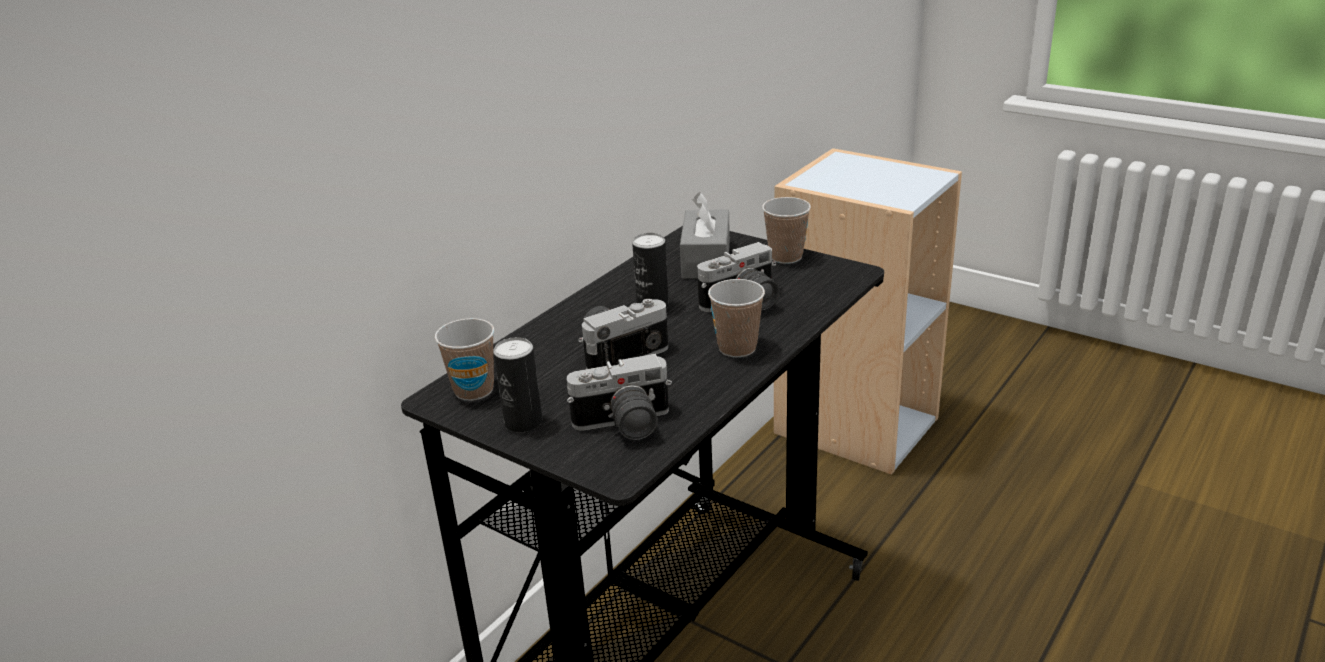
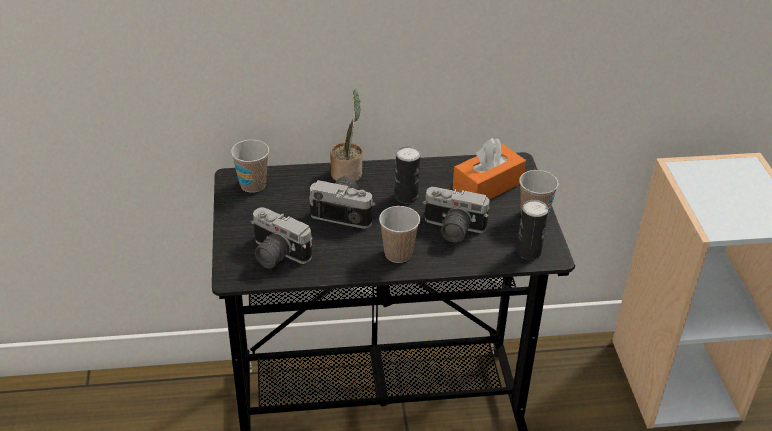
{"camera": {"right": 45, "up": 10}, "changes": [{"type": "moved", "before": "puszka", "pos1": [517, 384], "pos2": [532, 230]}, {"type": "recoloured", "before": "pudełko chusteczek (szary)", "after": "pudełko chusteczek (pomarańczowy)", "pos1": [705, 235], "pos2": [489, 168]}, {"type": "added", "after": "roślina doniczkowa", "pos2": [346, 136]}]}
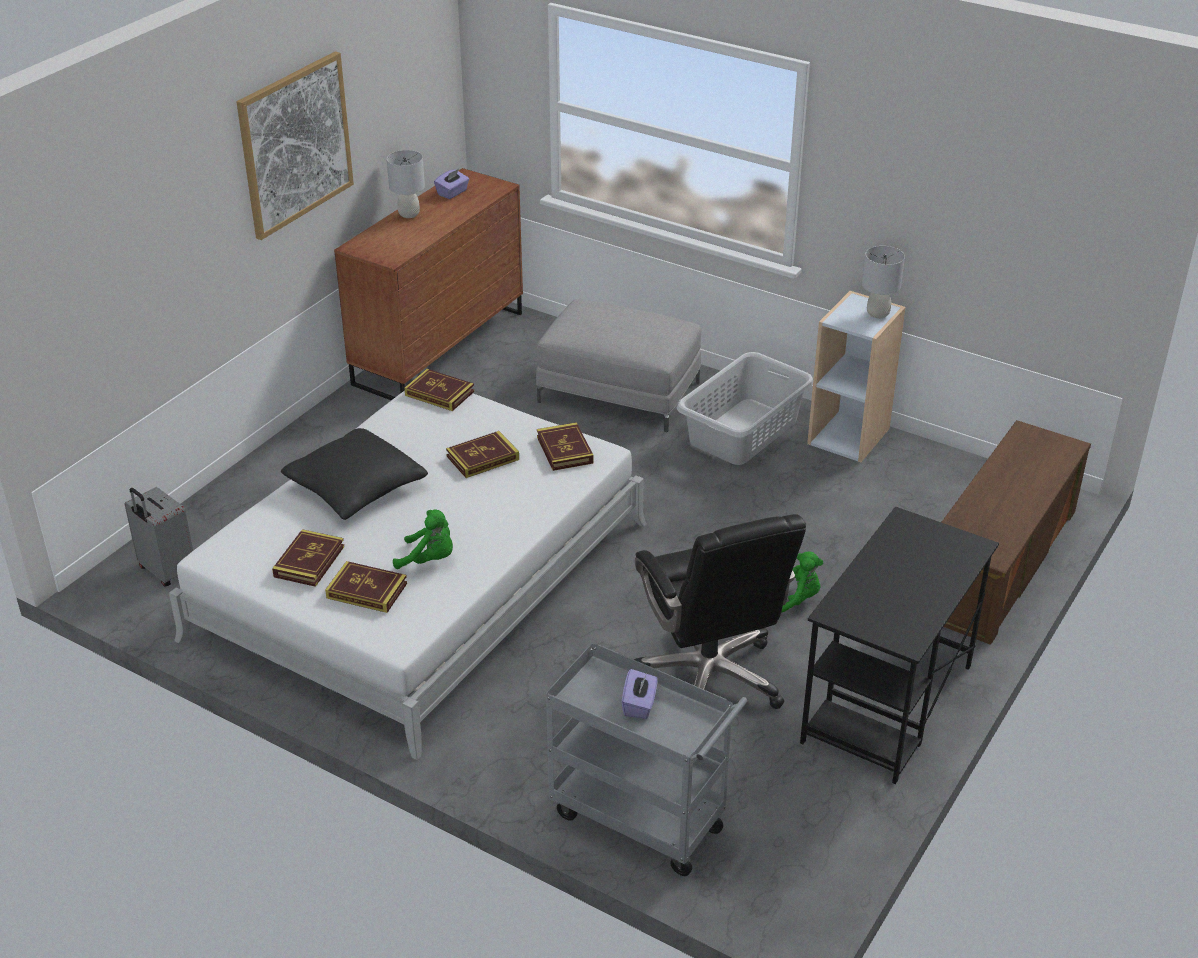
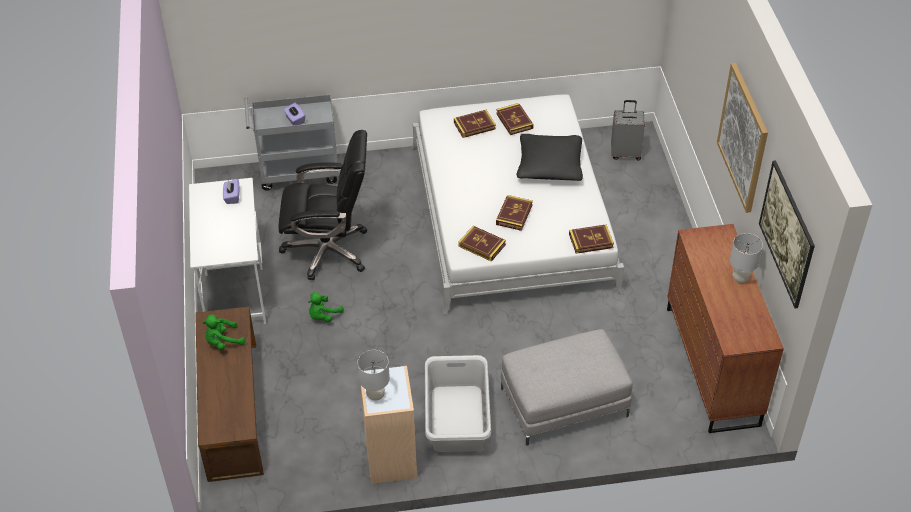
{"camera": {"right": 140, "up": 10}, "changes": [{"type": "moved", "before": "pluszak (zielony)", "pos1": [423, 539], "pos2": [223, 332]}, {"type": "moved", "before": "pudełko chusteczek (fioletowy)", "pos1": [451, 184], "pos2": [231, 191]}, {"type": "turned", "before": "krzesło biurowe (czarny)", "pos1": [720, 611], "pos2": [323, 205], "turn": 150}, {"type": "recoloured", "before": "biurko (czarny)", "after": "biurko (biały)", "pos1": [899, 645], "pos2": [227, 251]}, {"type": "added", "after": "obraz", "pos2": [787, 234]}]}
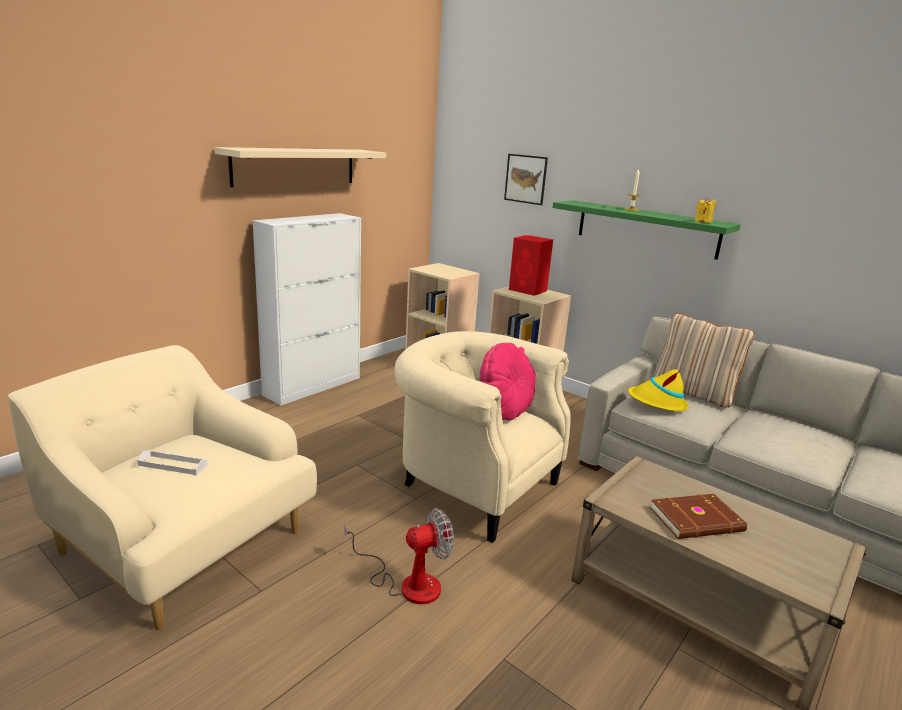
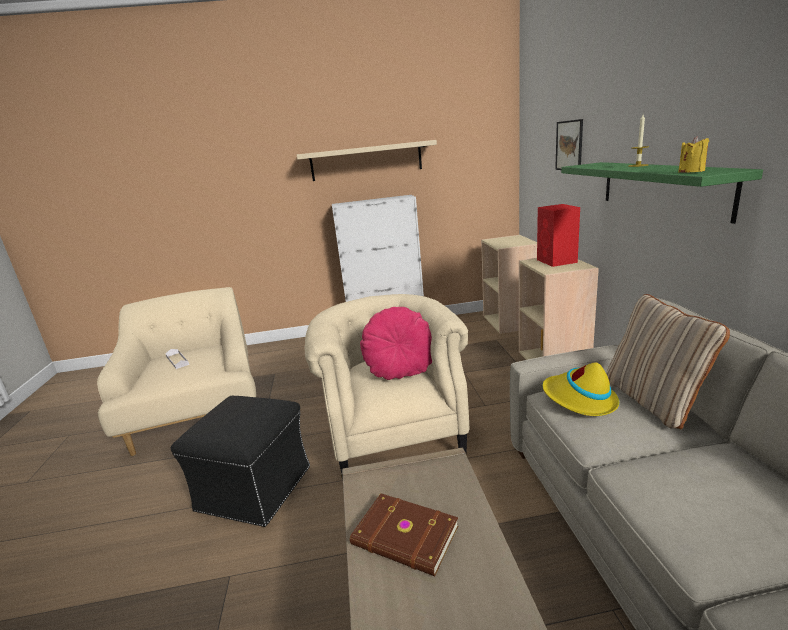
{"camera": {"right": 45, "up": 0}, "changes": [{"type": "replaced", "before": "wentylator", "after": "pufa (czarny)", "pos1": [399, 556], "pos2": [240, 461]}]}
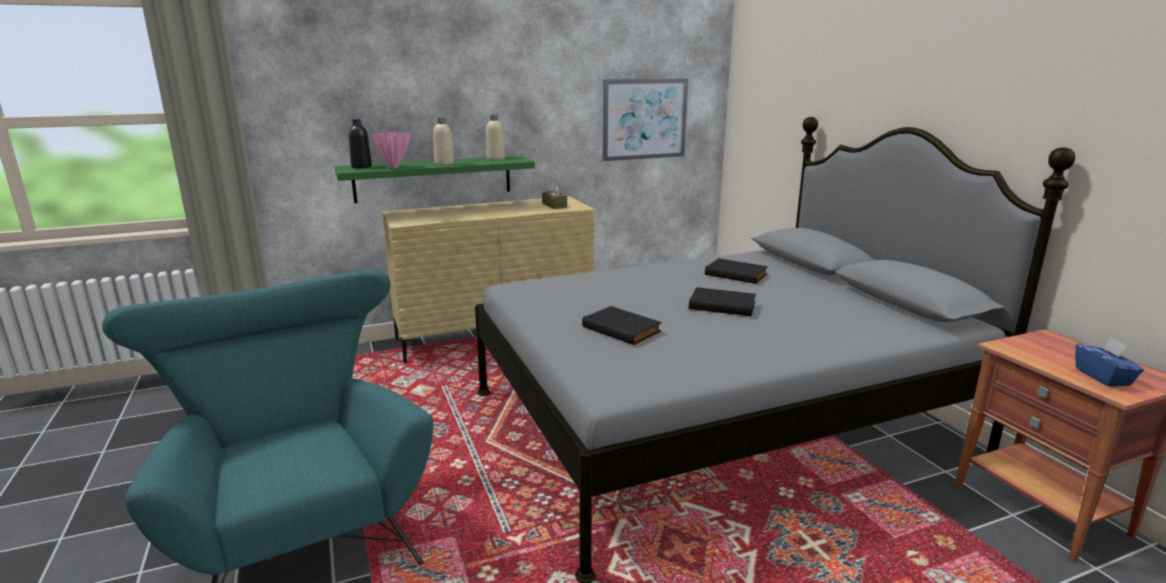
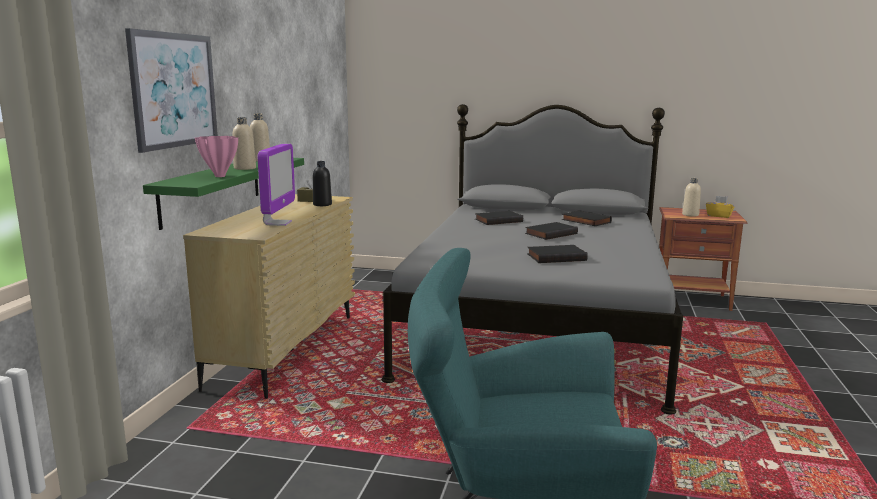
{"camera": {"right": -55, "up": -5}, "changes": [{"type": "moved", "before": "butelka (czarny)", "pos1": [360, 143], "pos2": [322, 183]}, {"type": "moved", "before": "obraz", "pos1": [645, 119], "pos2": [171, 90]}, {"type": "recoloured", "before": "pudełko chusteczek (niebieski)", "after": "pudełko chusteczek (żółty)", "pos1": [1109, 362], "pos2": [720, 207]}, {"type": "added", "after": "monitor", "pos2": [276, 185]}, {"type": "added", "after": "książka (czarny)", "pos2": [587, 218]}, {"type": "added", "after": "butelka (beżowy)", "pos2": [691, 197]}]}
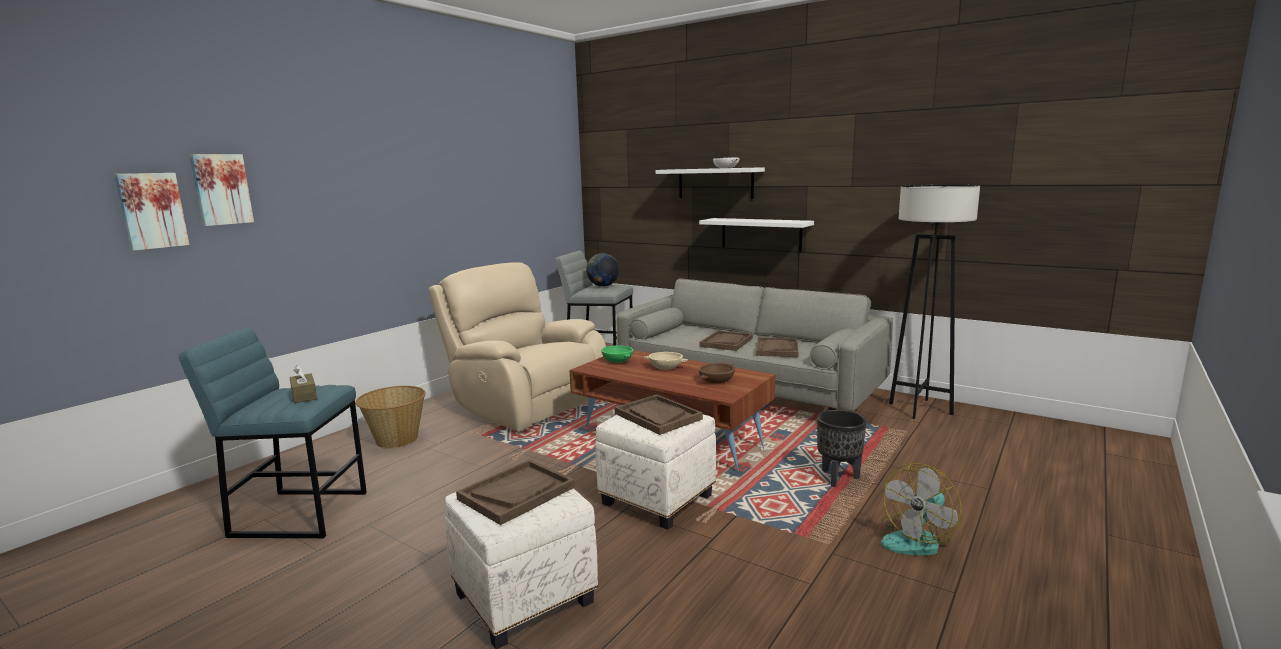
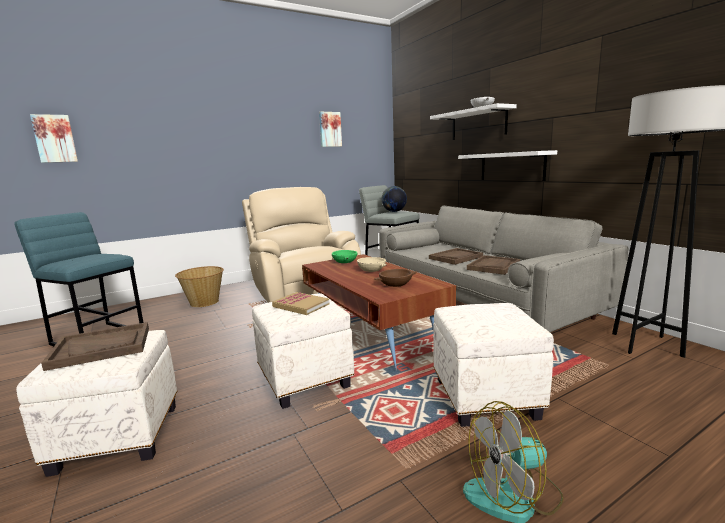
{"camera": {"right": 25, "up": 0}, "changes": [{"type": "moved", "before": "obraz", "pos1": [222, 190], "pos2": [330, 129]}, {"type": "removed", "before": "pudełko chusteczek (brązowy)", "pos1": [303, 384]}, {"type": "replaced", "before": "taca (brązowy)", "after": "książka", "pos1": [659, 414], "pos2": [300, 303]}, {"type": "replaced", "before": "donica (czarny)", "after": "pufa (biały)", "pos1": [842, 448], "pos2": [493, 365]}]}
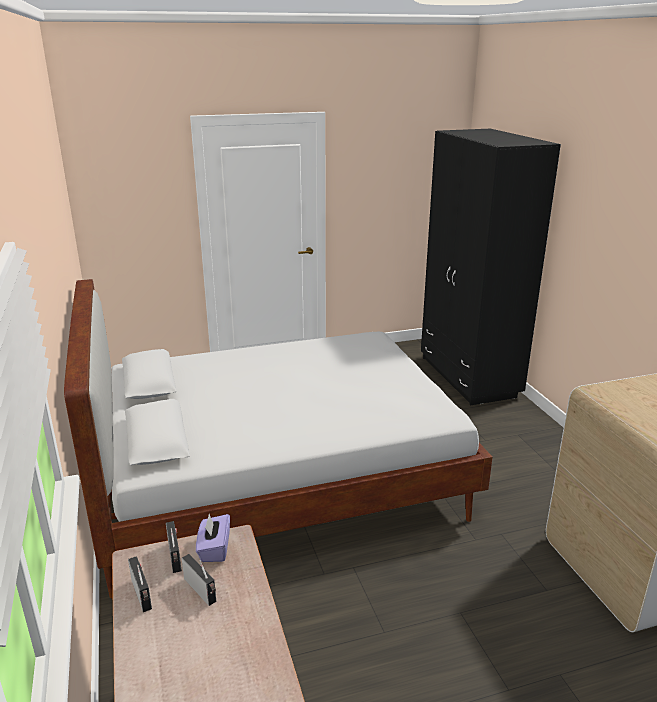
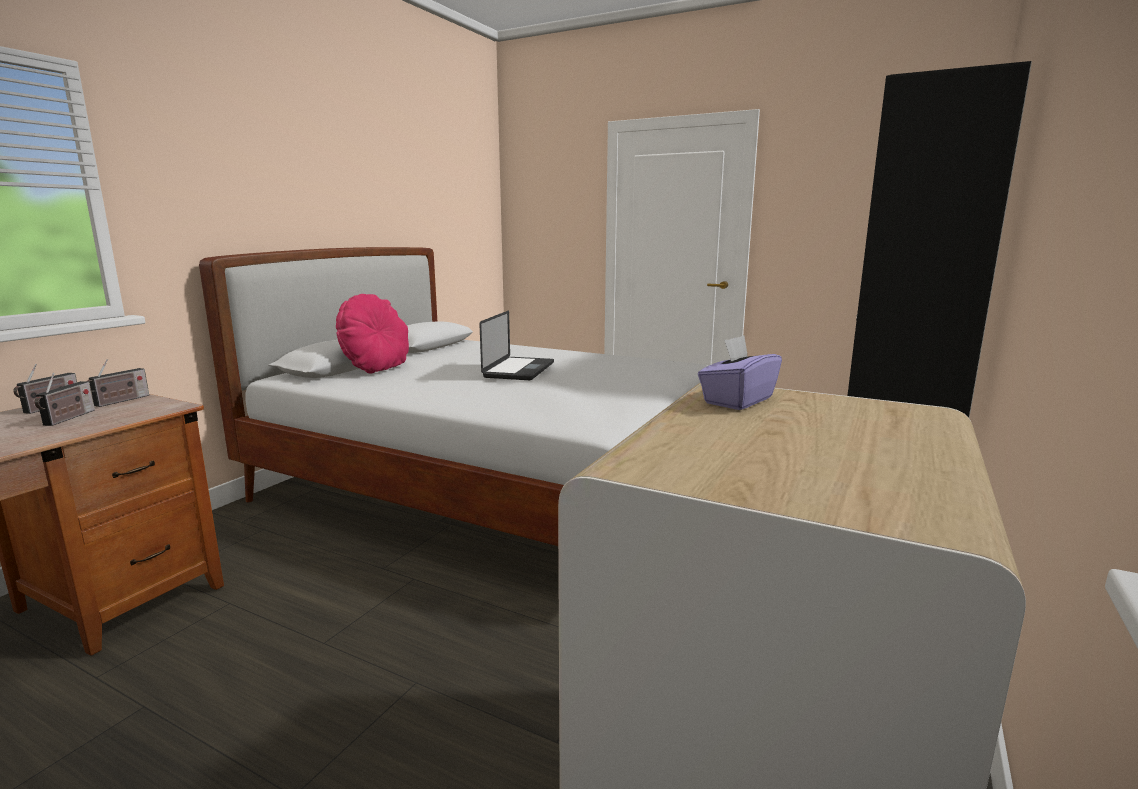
{"camera": {"right": 45, "up": -10}, "changes": [{"type": "moved", "before": "pudełko chusteczek (fioletowy)", "pos1": [213, 538], "pos2": [740, 372]}, {"type": "added", "after": "poduszka (różowy)", "pos2": [372, 334]}, {"type": "added", "after": "laptop", "pos2": [516, 345]}]}
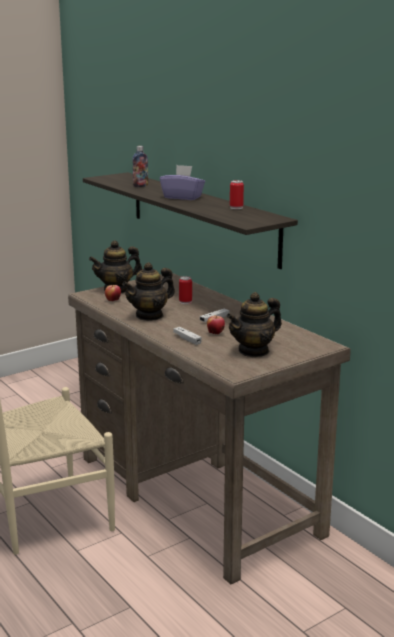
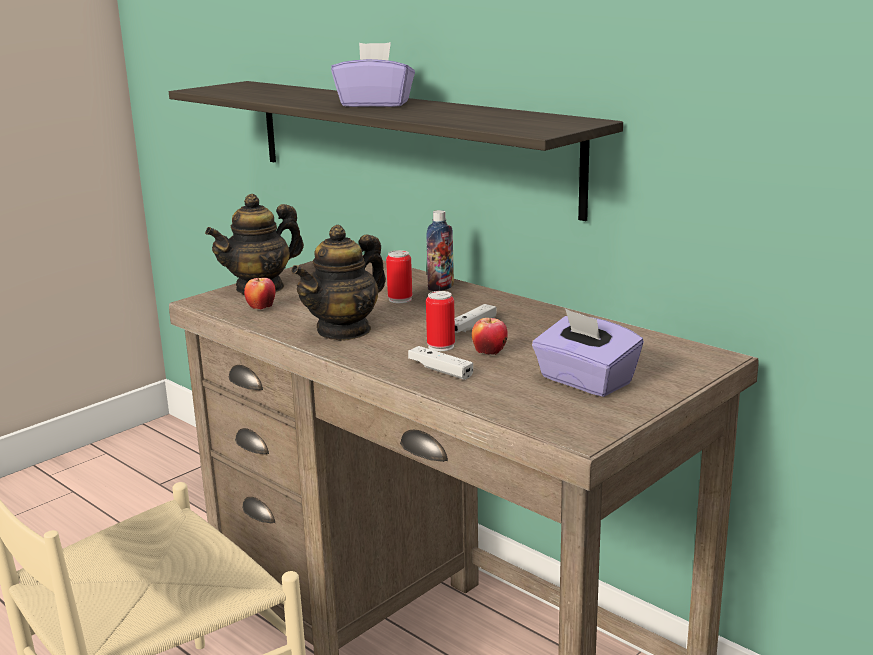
{"camera": {"right": -10, "up": 0}, "changes": [{"type": "moved", "before": "butelka", "pos1": [140, 166], "pos2": [440, 250]}, {"type": "replaced", "before": "imbryk", "after": "pudełko chusteczek (fioletowy)", "pos1": [254, 324], "pos2": [588, 352]}, {"type": "moved", "before": "puszka", "pos1": [237, 194], "pos2": [440, 321]}]}
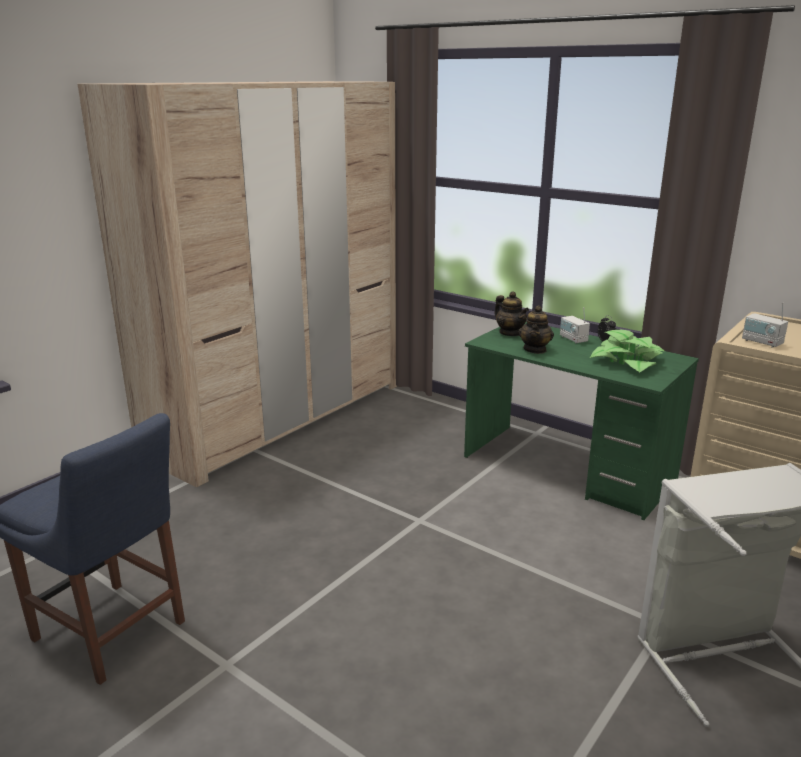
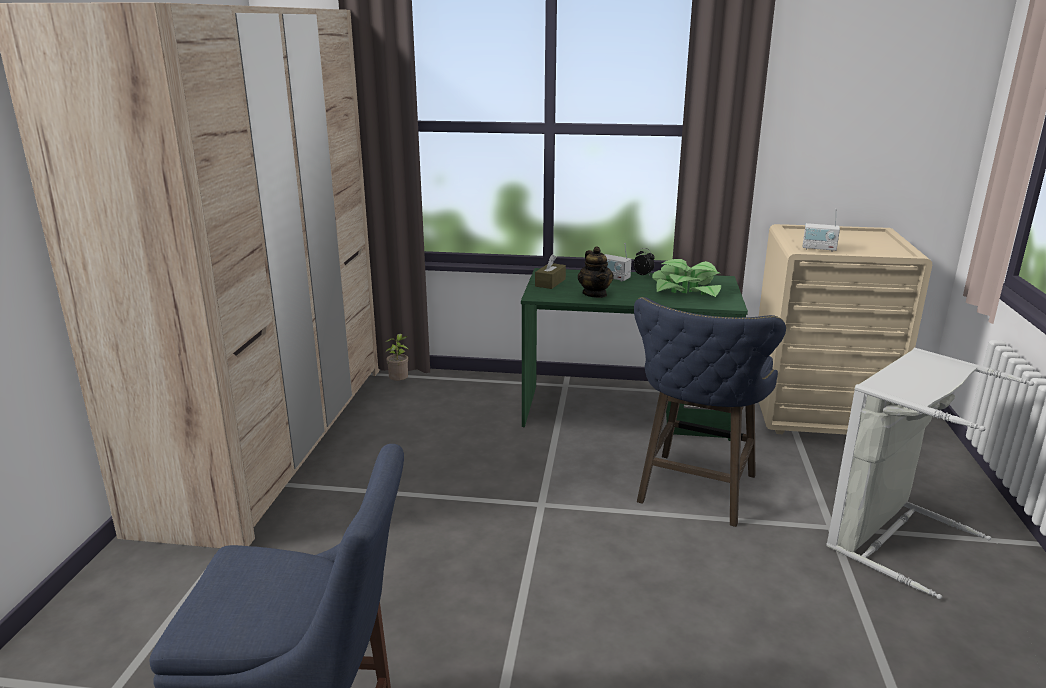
{"camera": {"right": -30, "up": 0}, "changes": [{"type": "replaced", "before": "imbryk", "after": "pudełko chusteczek (brązowy)", "pos1": [511, 313], "pos2": [550, 271]}, {"type": "added", "after": "roślina doniczkowa", "pos2": [396, 357]}, {"type": "added", "after": "stołek (niebieski)", "pos2": [710, 412]}]}
